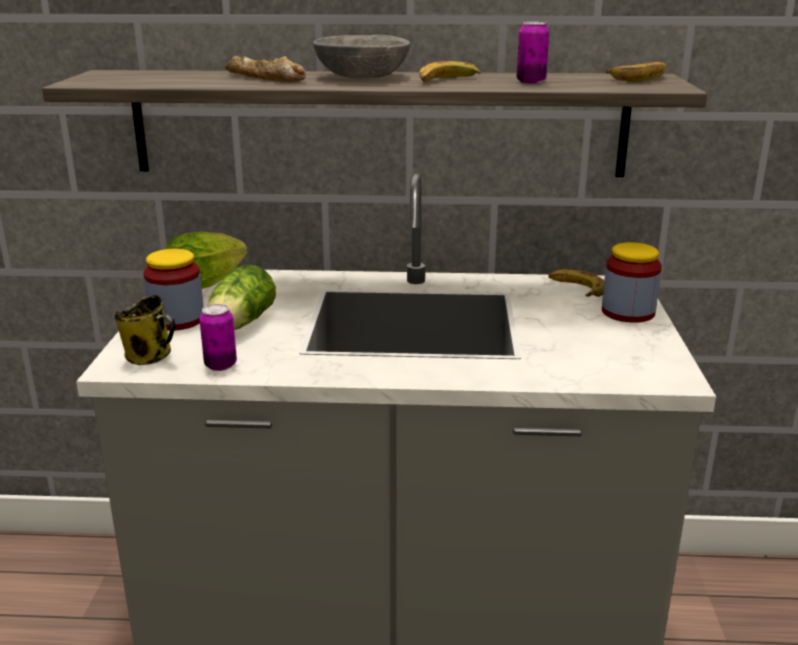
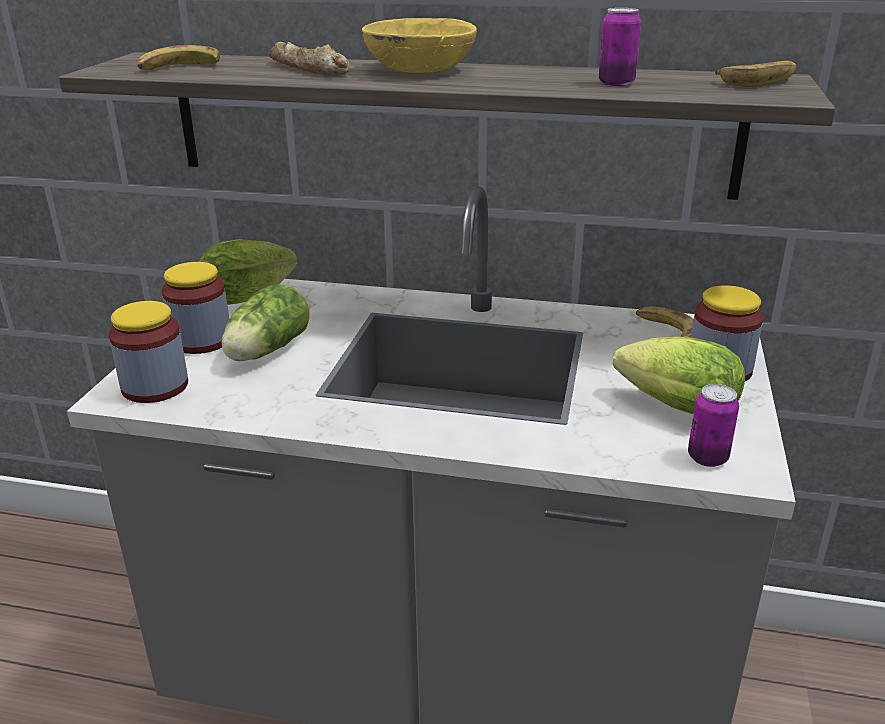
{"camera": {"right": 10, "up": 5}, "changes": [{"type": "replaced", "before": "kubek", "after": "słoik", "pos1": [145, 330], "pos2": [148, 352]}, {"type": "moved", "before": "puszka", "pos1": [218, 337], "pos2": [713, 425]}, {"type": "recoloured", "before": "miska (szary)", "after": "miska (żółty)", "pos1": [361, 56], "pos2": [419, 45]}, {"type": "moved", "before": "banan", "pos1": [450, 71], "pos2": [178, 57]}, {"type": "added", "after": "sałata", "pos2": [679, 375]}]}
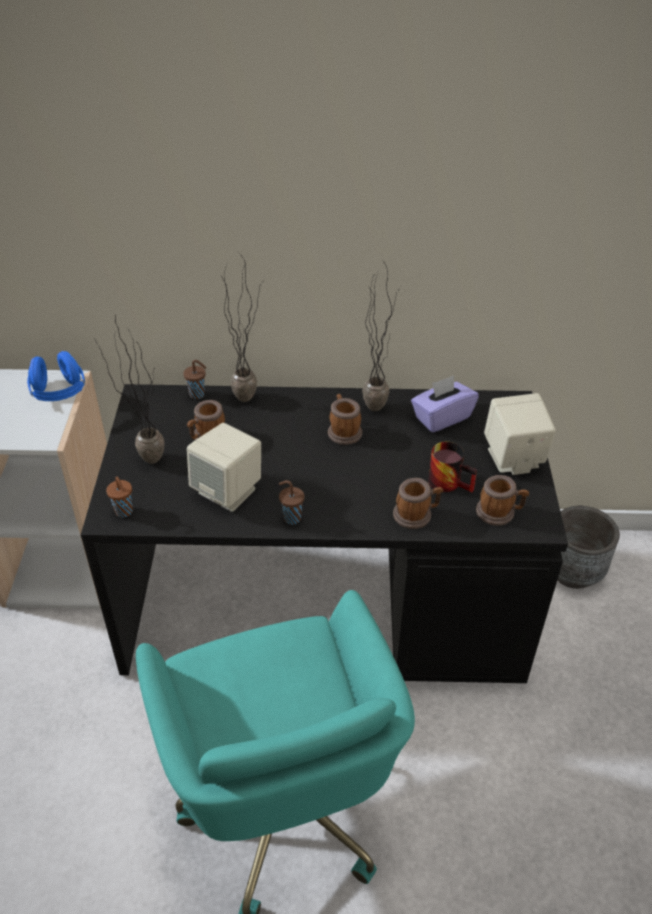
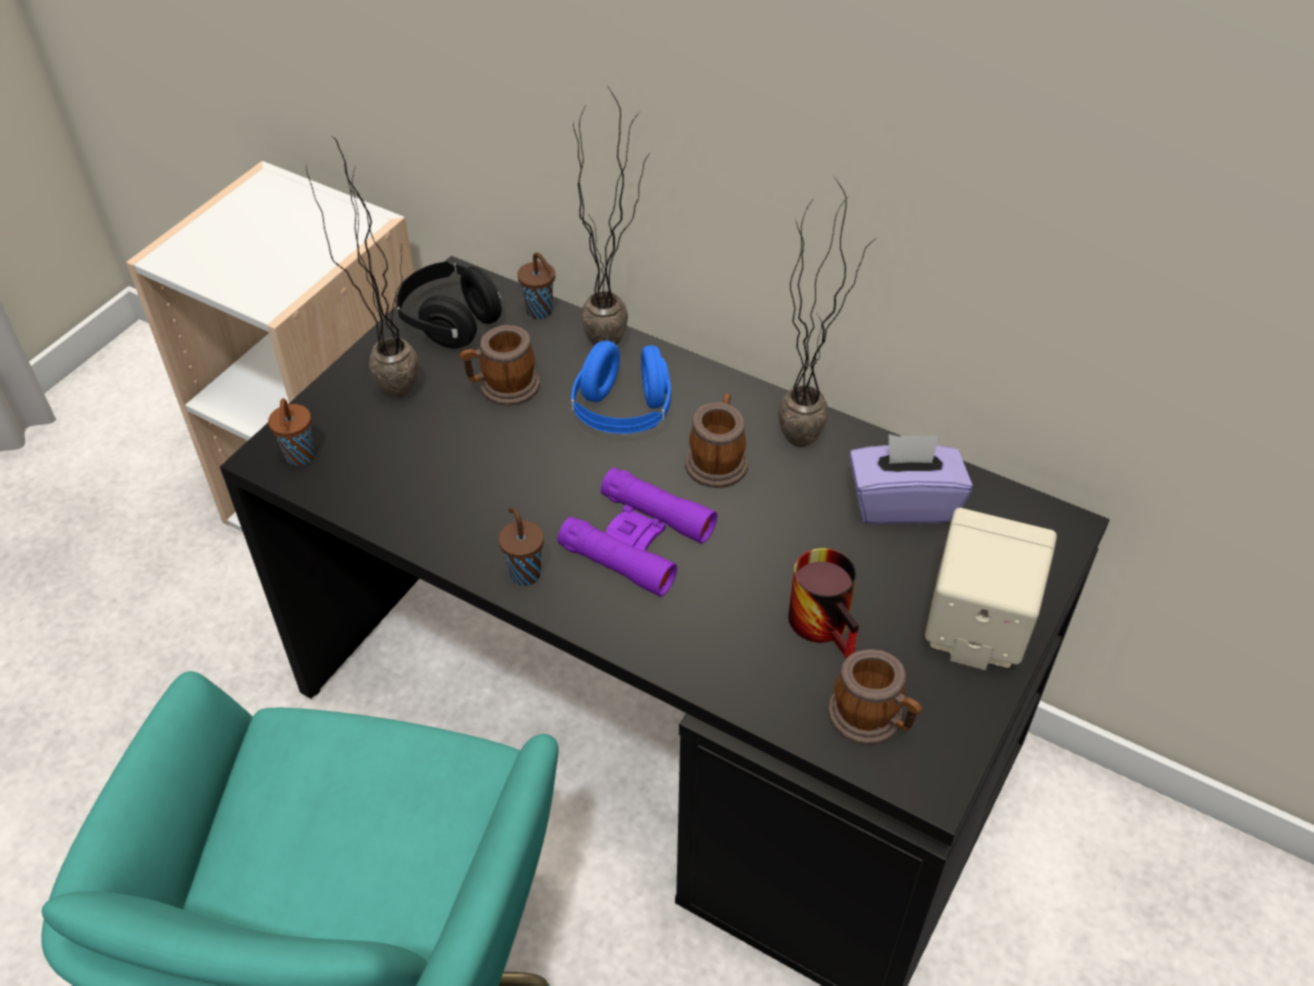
{"camera": {"right": 30, "up": 5}, "changes": [{"type": "moved", "before": "słuchawki (niebieski)", "pos1": [56, 376], "pos2": [621, 387]}, {"type": "removed", "before": "głośnik (beżowy)", "pos1": [224, 467]}, {"type": "removed", "before": "kubek", "pos1": [418, 503]}, {"type": "removed", "before": "donica (szary)", "pos1": [588, 547]}, {"type": "added", "after": "słuchawki (czarny)", "pos2": [450, 304]}, {"type": "added", "after": "lornetka (fioletowy)", "pos2": [637, 532]}]}
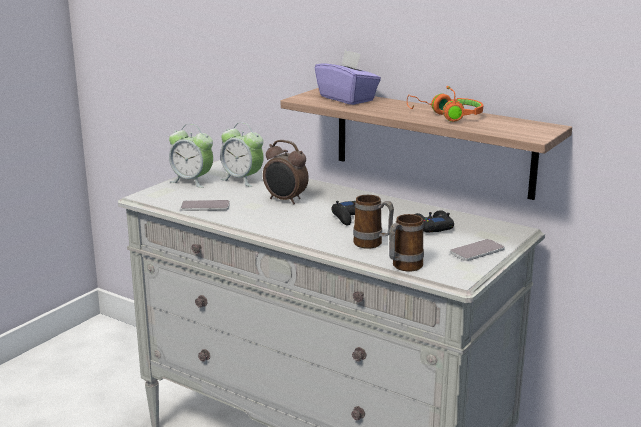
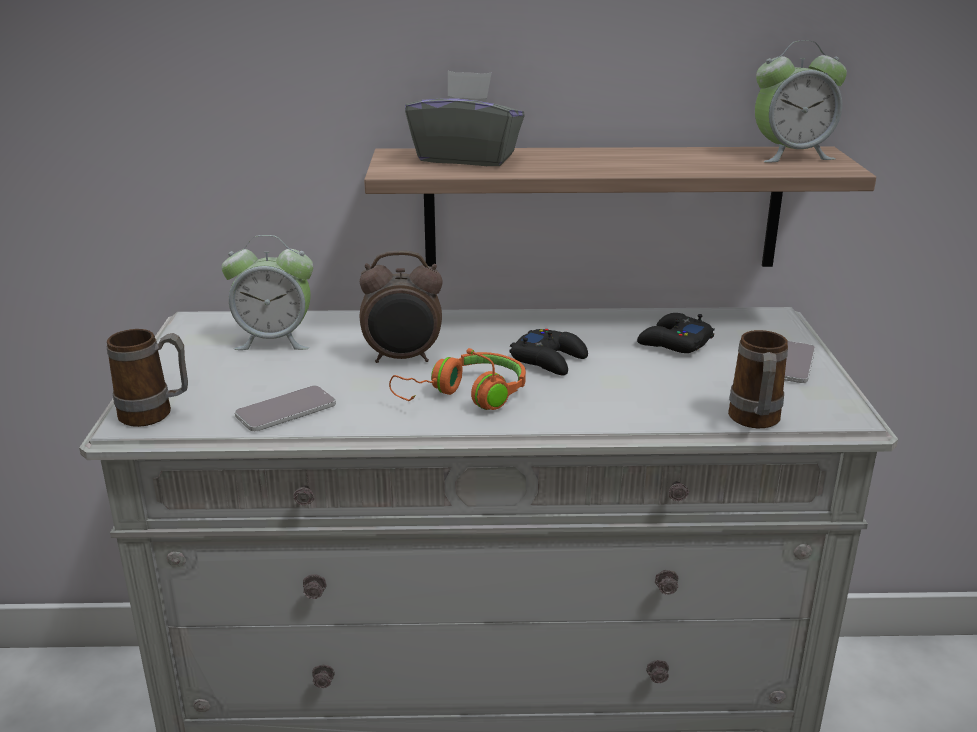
{"camera": {"right": -35, "up": 5}, "changes": [{"type": "moved", "before": "budzik", "pos1": [191, 156], "pos2": [801, 101]}, {"type": "recoloured", "before": "pudełko chusteczek (fioletowy)", "after": "pudełko chusteczek (szary)", "pos1": [348, 77], "pos2": [465, 118]}, {"type": "moved", "before": "kubek", "pos1": [373, 222], "pos2": [147, 378]}, {"type": "moved", "before": "słuchawki (pomarańczowy)", "pos1": [445, 104], "pos2": [457, 379]}]}
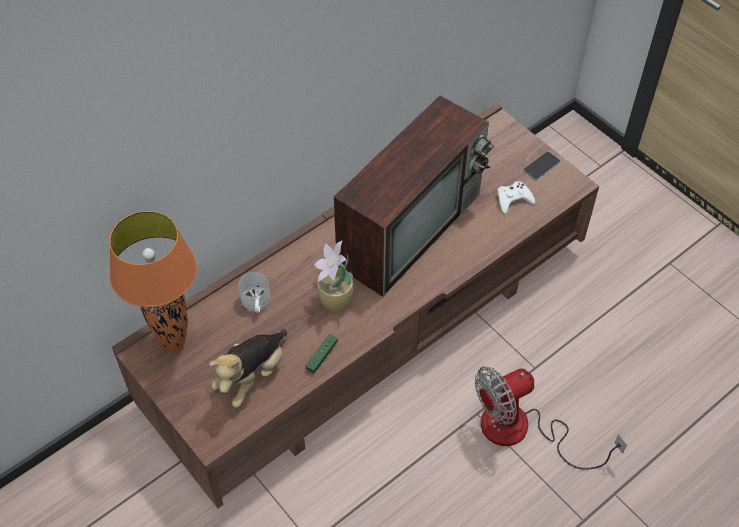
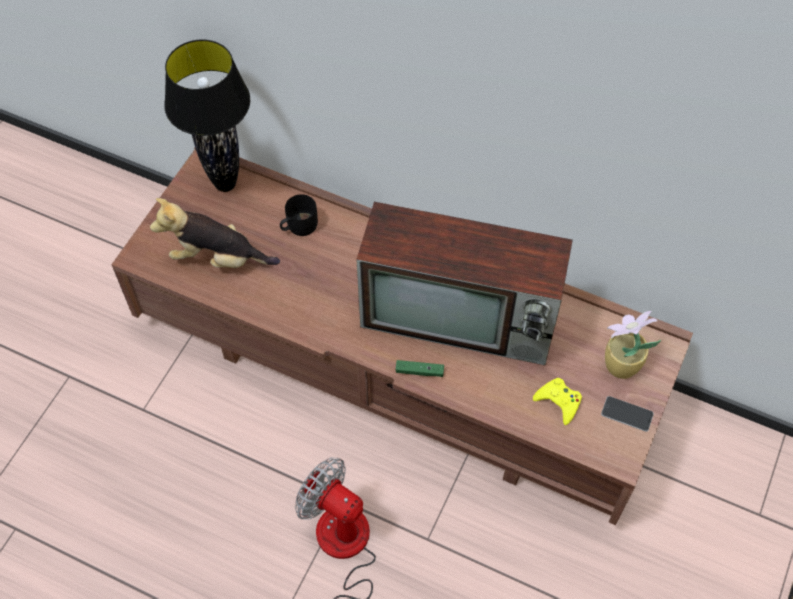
{"camera": {"right": 65, "up": 5}, "changes": [{"type": "recoloured", "before": "lampa stołowa (pomarańczowy)", "after": "lampa stołowa (czarny)", "pos1": [153, 281], "pos2": [207, 115]}, {"type": "recoloured", "before": "kubek (biały)", "after": "kubek (czarny)", "pos1": [254, 292], "pos2": [299, 215]}, {"type": "moved", "before": "pad do gier (zielony)", "pos1": [321, 354], "pos2": [420, 368]}, {"type": "moved", "before": "roślina doniczkowa", "pos1": [334, 276], "pos2": [633, 345]}, {"type": "recoloured", "before": "pad do gier (biały)", "after": "pad do gier (żółty)", "pos1": [516, 197], "pos2": [557, 401]}]}
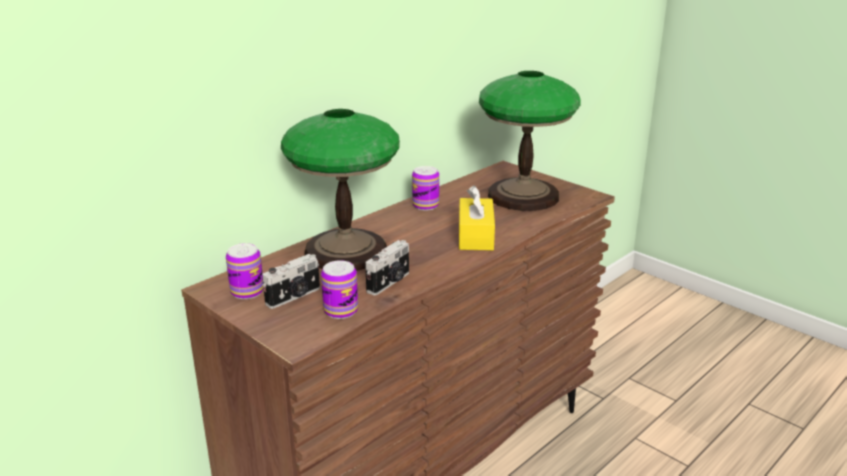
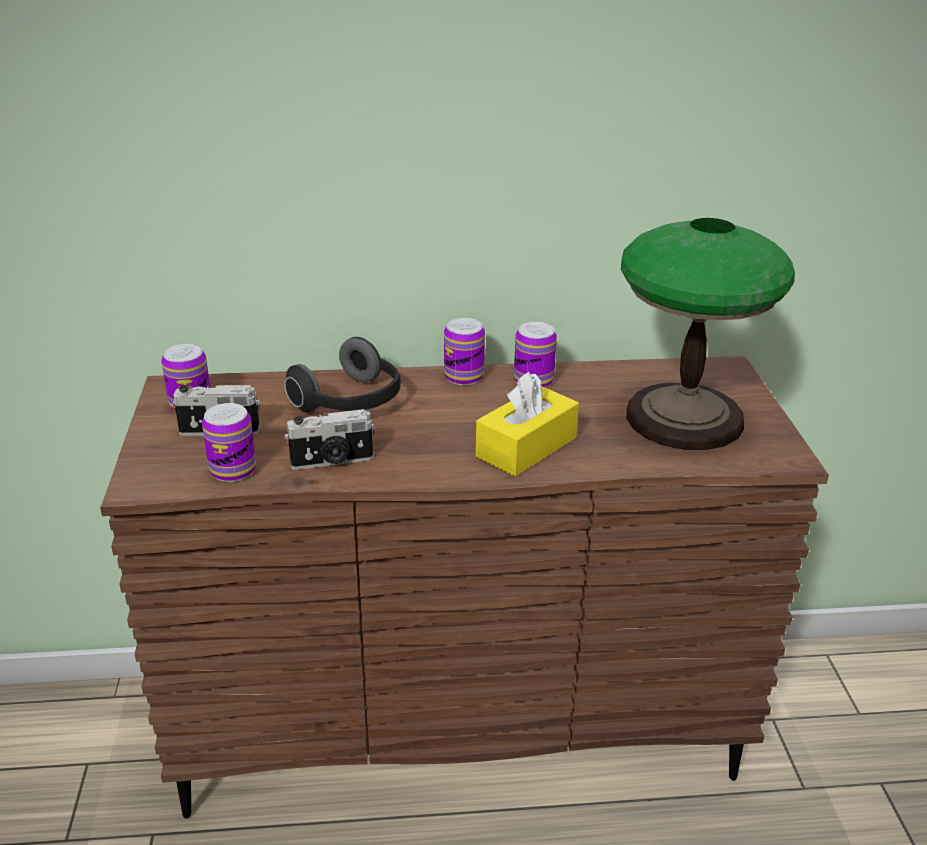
{"camera": {"right": 40, "up": 5}, "changes": [{"type": "replaced", "before": "lampa stołowa", "after": "słuchawki", "pos1": [340, 190], "pos2": [342, 375]}, {"type": "added", "after": "puszka", "pos2": [464, 351]}]}
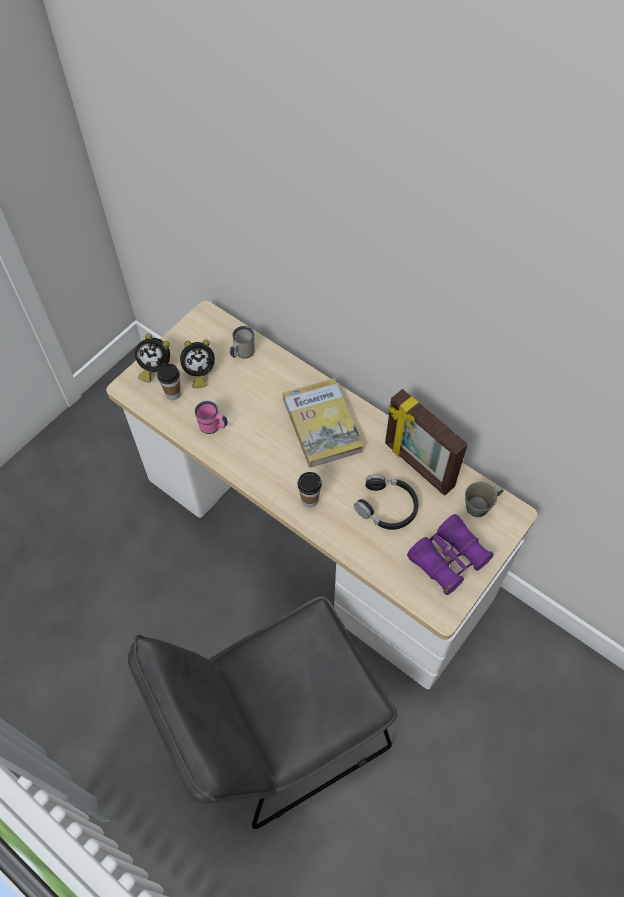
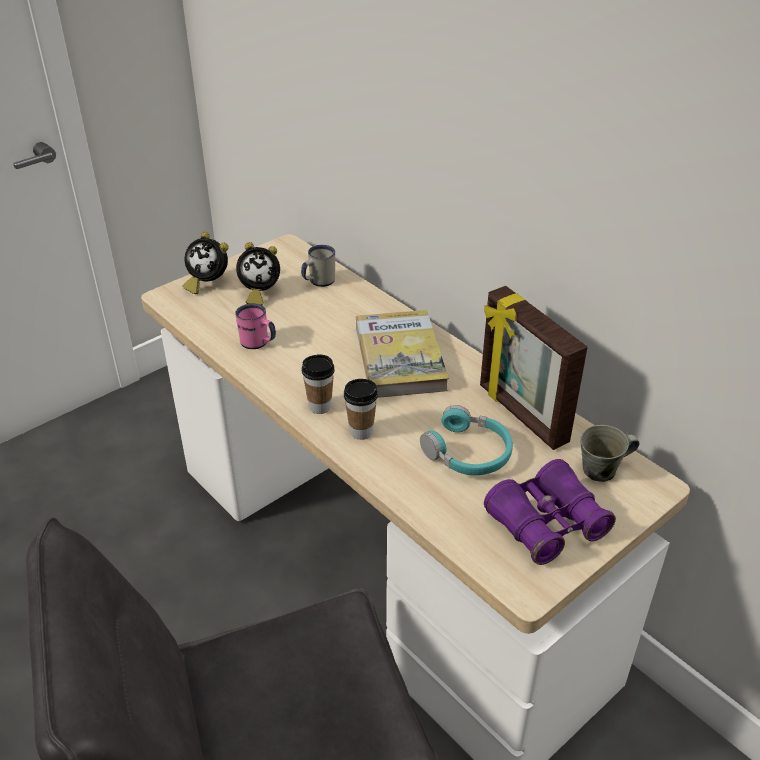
{"camera": {"right": 10, "up": -20}, "changes": [{"type": "moved", "before": "filiżanka", "pos1": [169, 382], "pos2": [318, 384]}, {"type": "recoloured", "before": "słuchawki (czarny)", "after": "słuchawki (turkusowy)", "pos1": [386, 502], "pos2": [466, 440]}]}
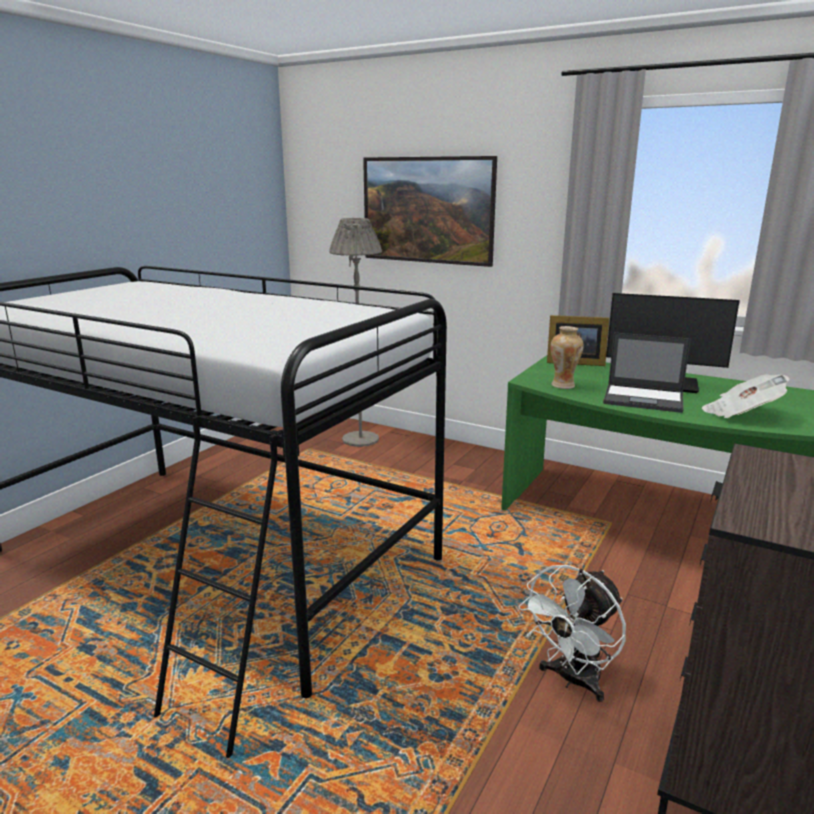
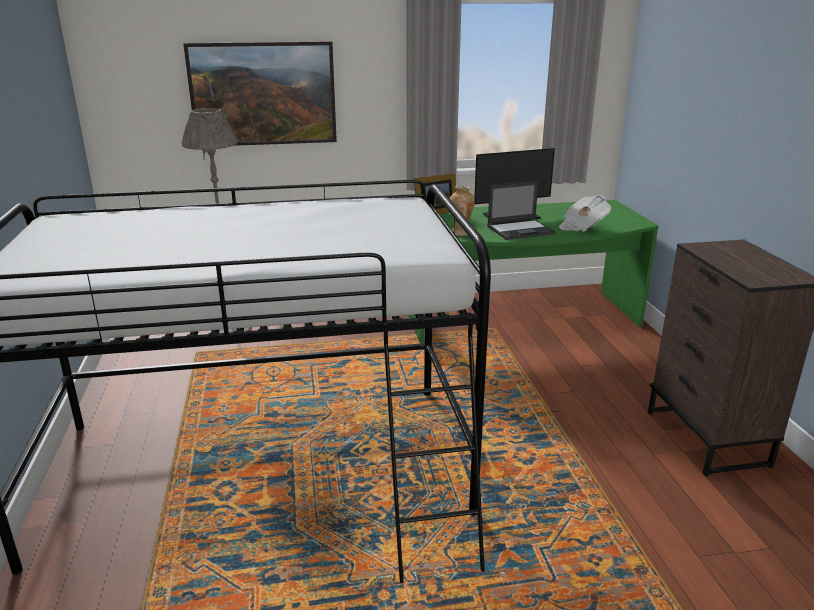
{"camera": {"right": -40, "up": 5}, "changes": [{"type": "removed", "before": "wentylator (biały)", "pos1": [572, 633]}]}
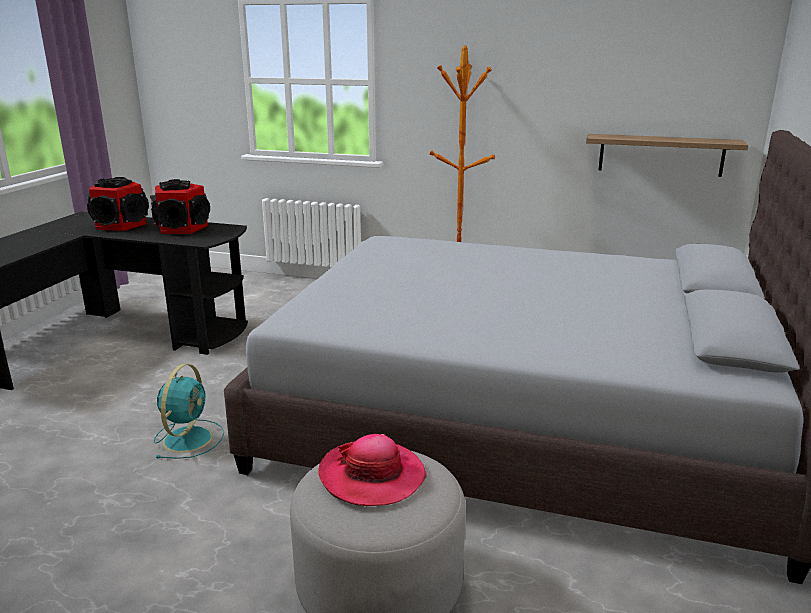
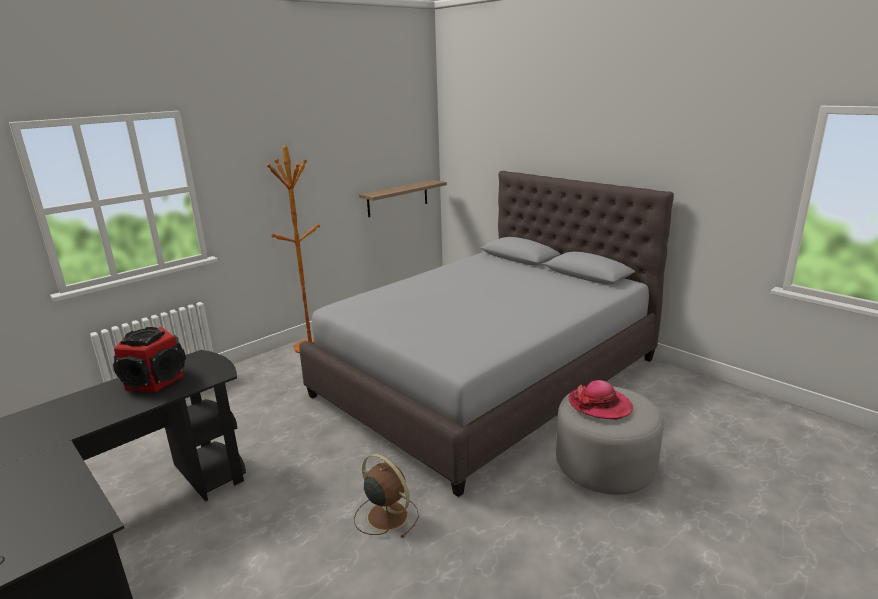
{"camera": {"right": -60, "up": 0}, "changes": [{"type": "removed", "before": "głośnik", "pos1": [118, 204]}, {"type": "recoloured", "before": "wentylator (turkusowy)", "after": "wentylator (brązowy)", "pos1": [189, 411], "pos2": [386, 496]}]}
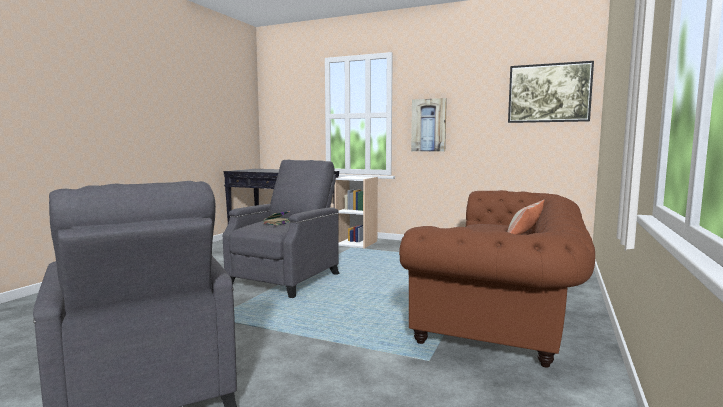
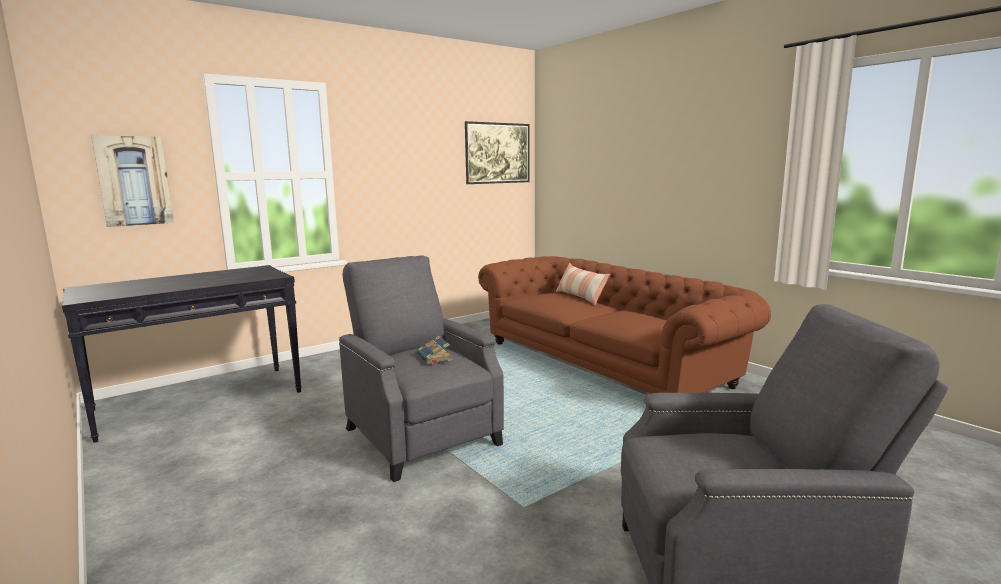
{"camera": {"right": -60, "up": 5}, "changes": [{"type": "removed", "before": "regał", "pos1": [356, 212]}, {"type": "moved", "before": "obraz", "pos1": [429, 125], "pos2": [133, 181]}]}
